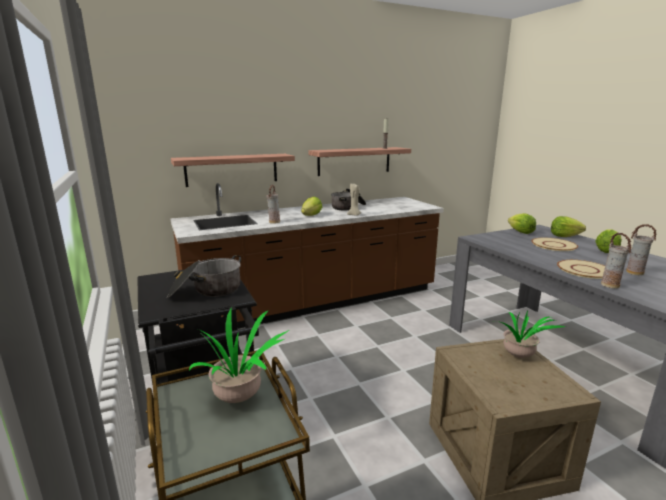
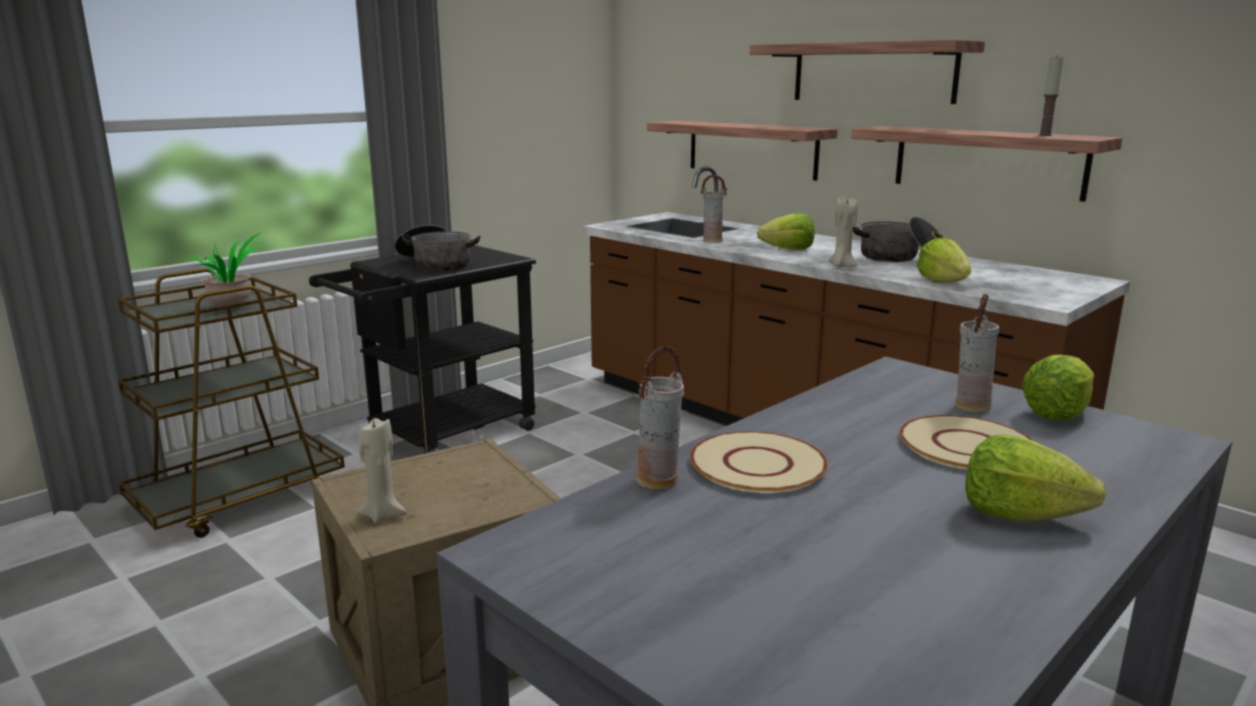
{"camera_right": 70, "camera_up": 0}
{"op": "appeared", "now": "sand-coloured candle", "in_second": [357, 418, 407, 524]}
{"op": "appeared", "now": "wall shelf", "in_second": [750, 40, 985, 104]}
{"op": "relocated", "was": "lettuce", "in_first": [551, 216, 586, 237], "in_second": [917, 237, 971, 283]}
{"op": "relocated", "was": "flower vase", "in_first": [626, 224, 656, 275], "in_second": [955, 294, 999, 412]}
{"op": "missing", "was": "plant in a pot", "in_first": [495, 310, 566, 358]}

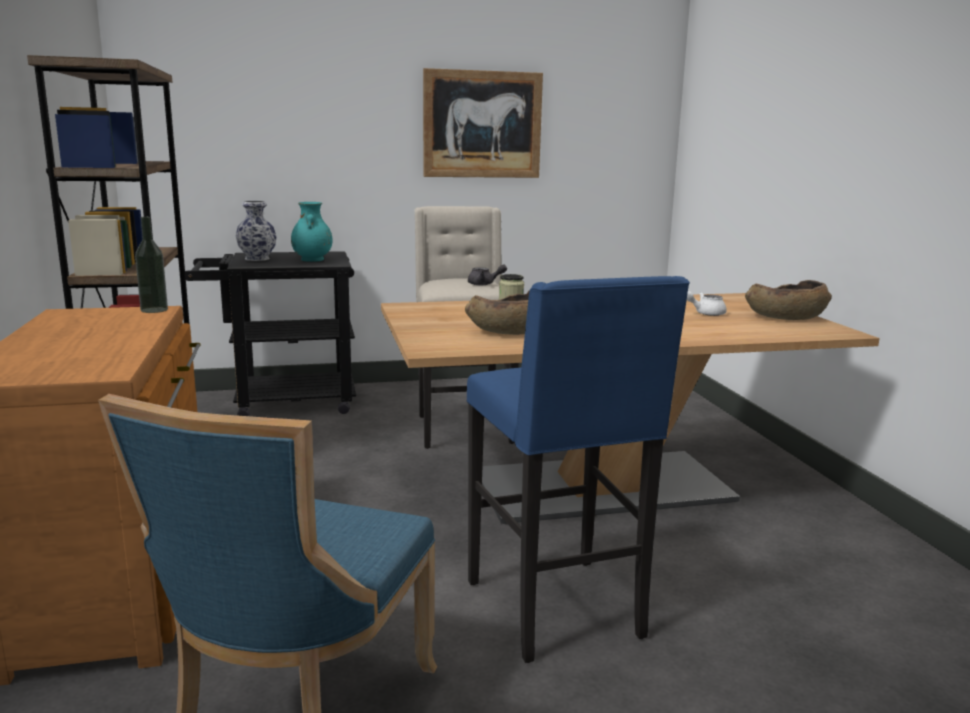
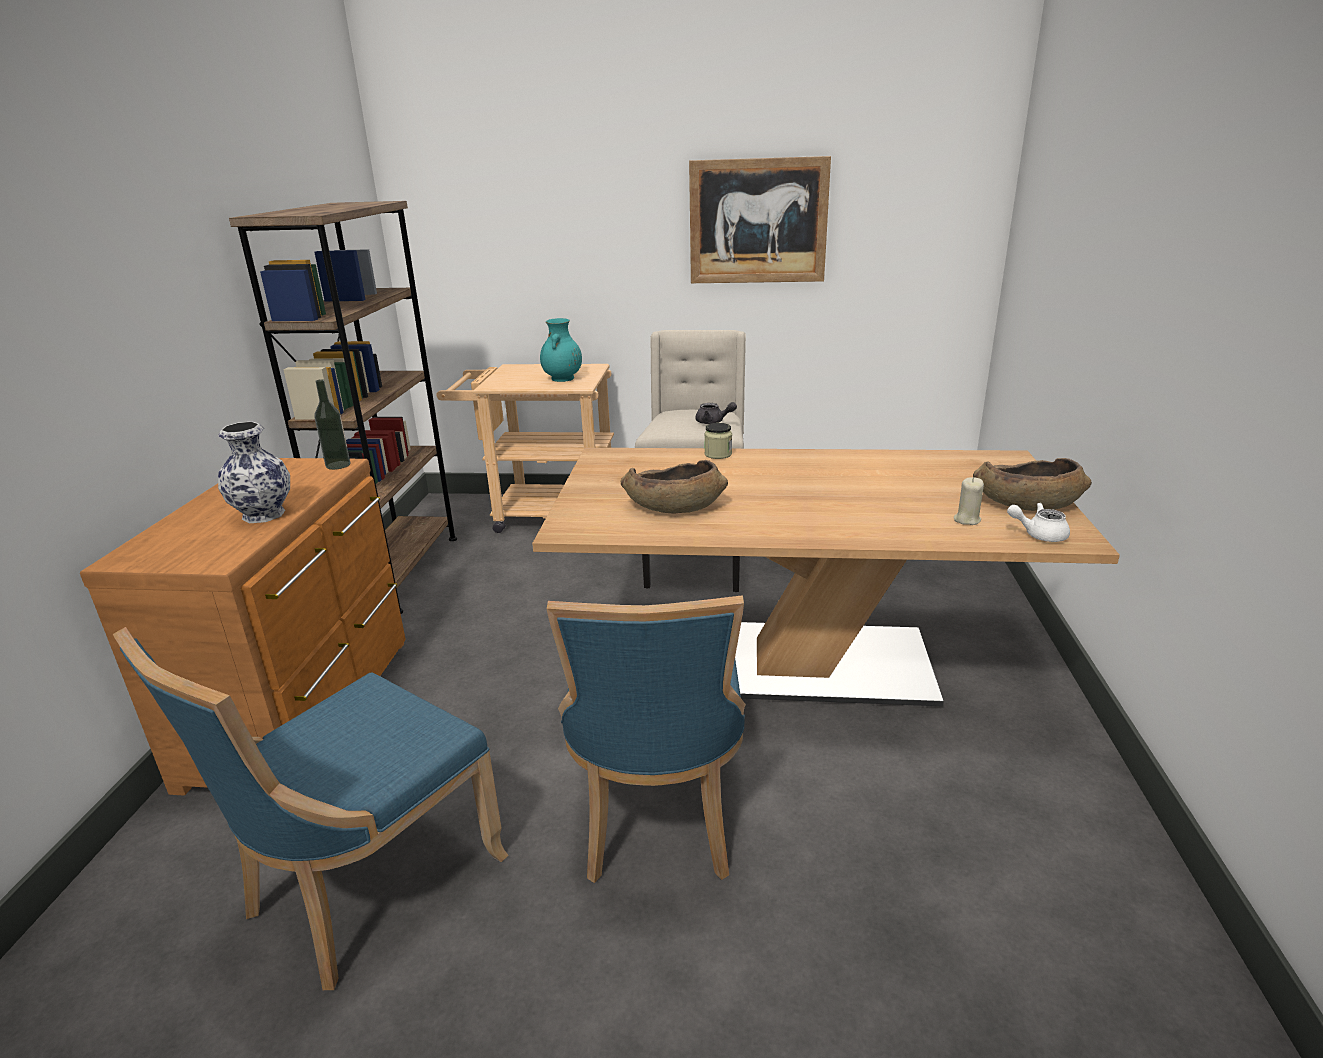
{"camera_right": 20, "camera_up": 10}
{"op": "relocated", "was": "flower vase", "in_first": [236, 201, 276, 261], "in_second": [218, 422, 290, 523]}
{"op": "colour", "was": "blackish wheeled cart", "now": "sand-coloured wheeled cart", "in_first": [185, 251, 356, 416], "in_second": [436, 364, 614, 533]}
{"op": "exchanged", "was": "blue-coloured stool seat", "now": "blue-coloured plain chair", "in_first": [467, 276, 690, 663], "in_second": [547, 595, 746, 883]}
{"op": "appeared", "now": "sand-coloured candle", "in_second": [954, 477, 984, 525]}
{"op": "relocated", "was": "white-coloured tea pot", "in_first": [687, 291, 727, 316], "in_second": [1007, 503, 1070, 542]}

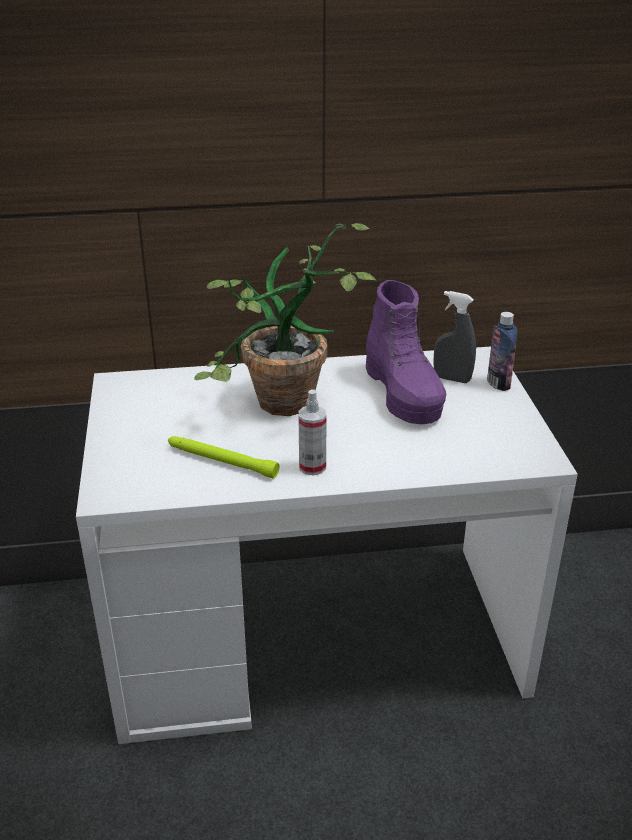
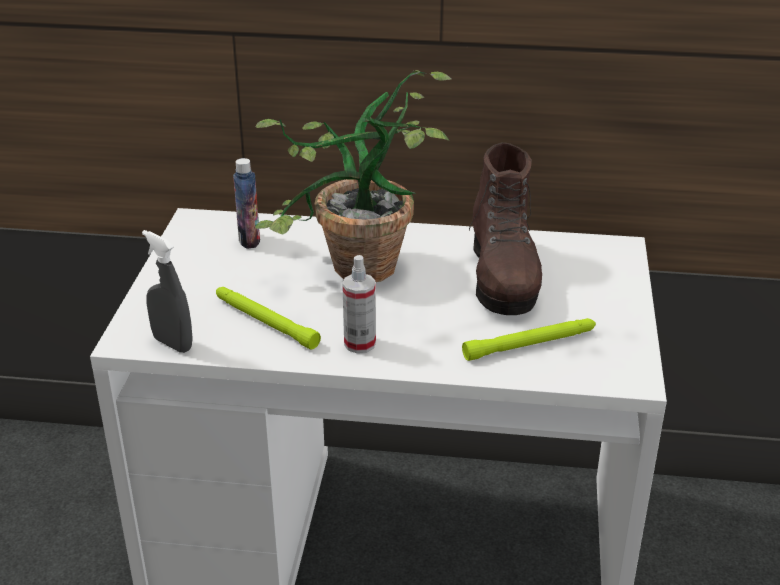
{"camera_right": 15, "camera_up": 0}
{"op": "relocated", "was": "gray spray bottle", "in_first": [433, 291, 476, 383], "in_second": [142, 230, 193, 353]}
{"op": "relocated", "was": "bottle", "in_first": [487, 312, 518, 391], "in_second": [233, 158, 260, 249]}
{"op": "appeared", "now": "greenish torch", "in_second": [462, 318, 596, 361]}
{"op": "colour", "was": "purple tall boot", "now": "brown tall boot", "in_first": [366, 280, 446, 424], "in_second": [469, 142, 542, 315]}

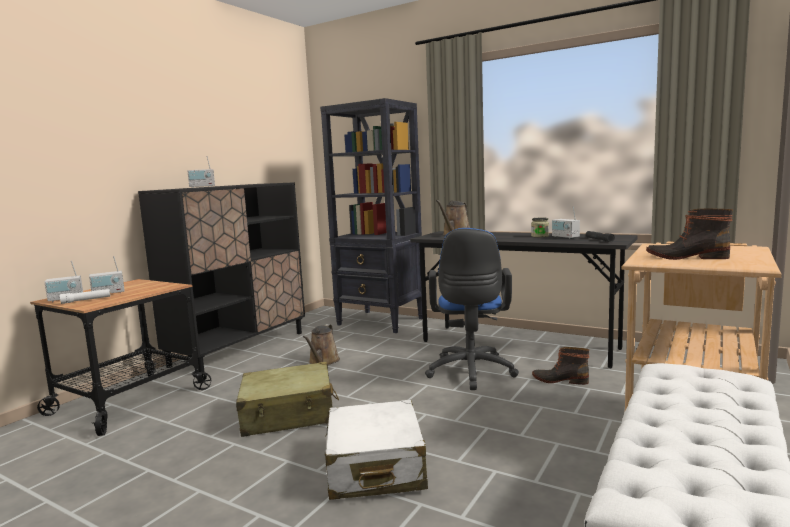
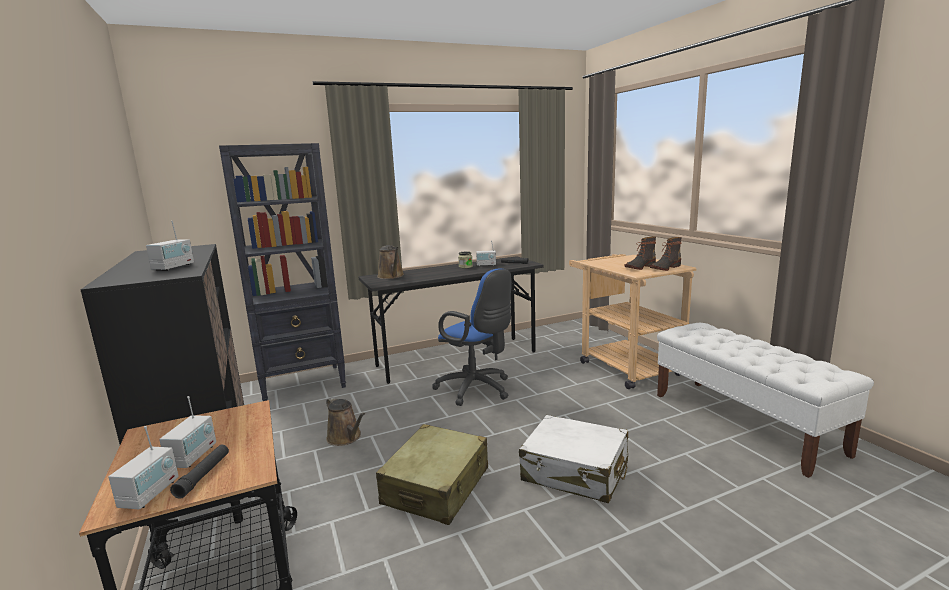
{"camera_right": -55, "camera_up": 5}
{"op": "colour", "was": "white-coloured torch", "now": "blackish torch", "in_first": [60, 289, 110, 304], "in_second": [170, 445, 229, 499]}
{"op": "relocated", "was": "tall boot", "in_first": [532, 347, 589, 385], "in_second": [650, 237, 682, 271]}

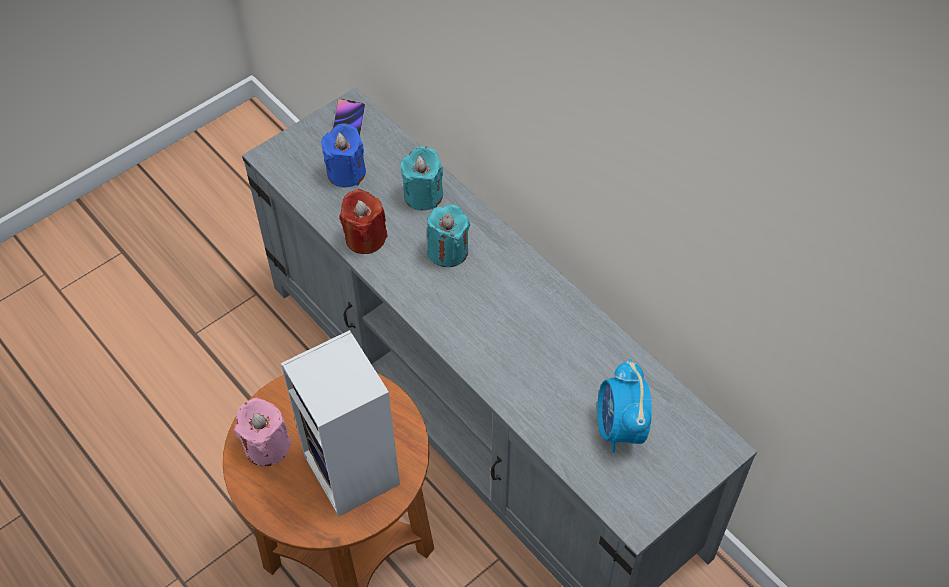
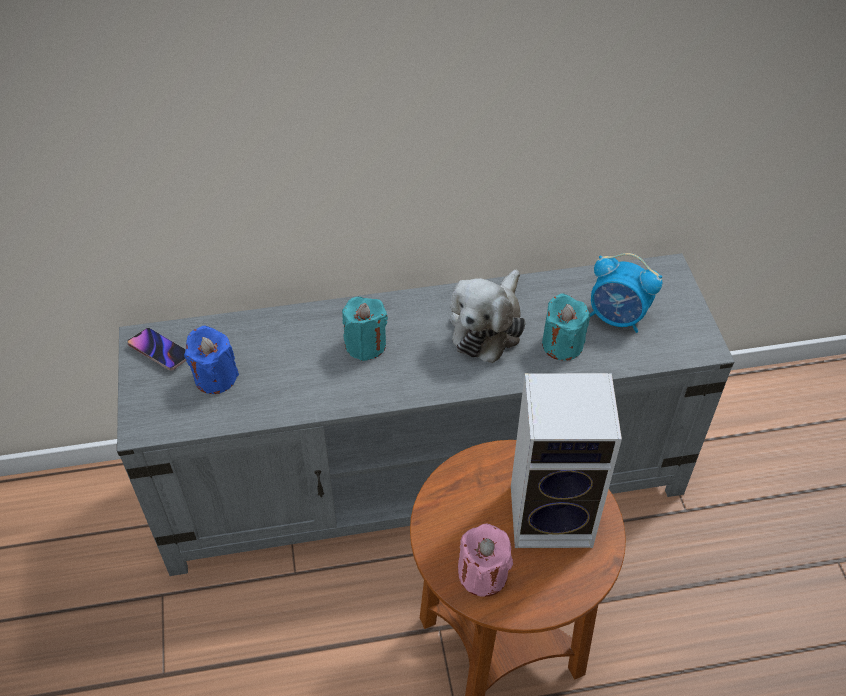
{"camera_right": -60, "camera_up": -5}
{"op": "appeared", "now": "plush toy", "in_second": [450, 270, 525, 363]}
{"op": "relocated", "was": "turquoise-coloured candle", "in_first": [400, 146, 443, 211], "in_second": [542, 293, 590, 361]}
{"op": "missing", "was": "reddish candle", "in_first": [339, 189, 388, 254]}

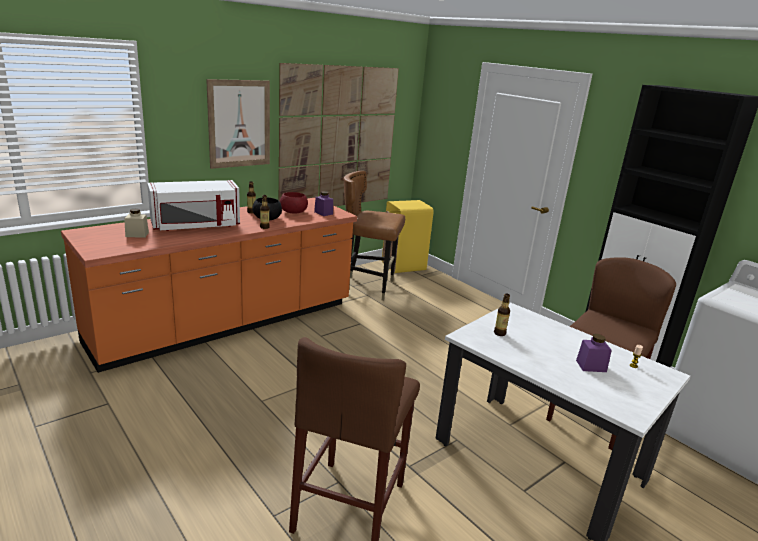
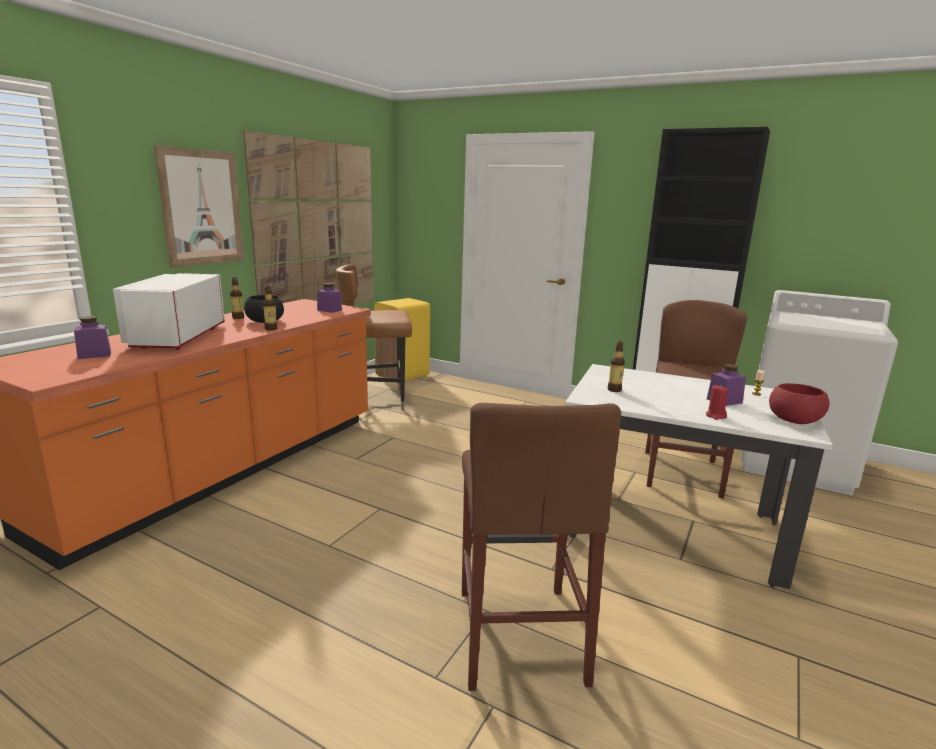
{"camera_right": -20, "camera_up": -5}
{"op": "colour", "was": "sand-coloured storage jar", "now": "purple storage jar", "in_first": [124, 208, 149, 238], "in_second": [74, 316, 111, 359]}
{"op": "spun", "was": "white-coloured kitchen microwave", "in_first": [147, 180, 240, 231], "in_second": [113, 273, 225, 350], "clockwise": 135}
{"op": "appeared", "now": "reddish candle", "in_second": [706, 385, 729, 420]}
{"op": "relocated", "was": "reddish bowl", "in_first": [280, 192, 308, 214], "in_second": [769, 383, 830, 424]}

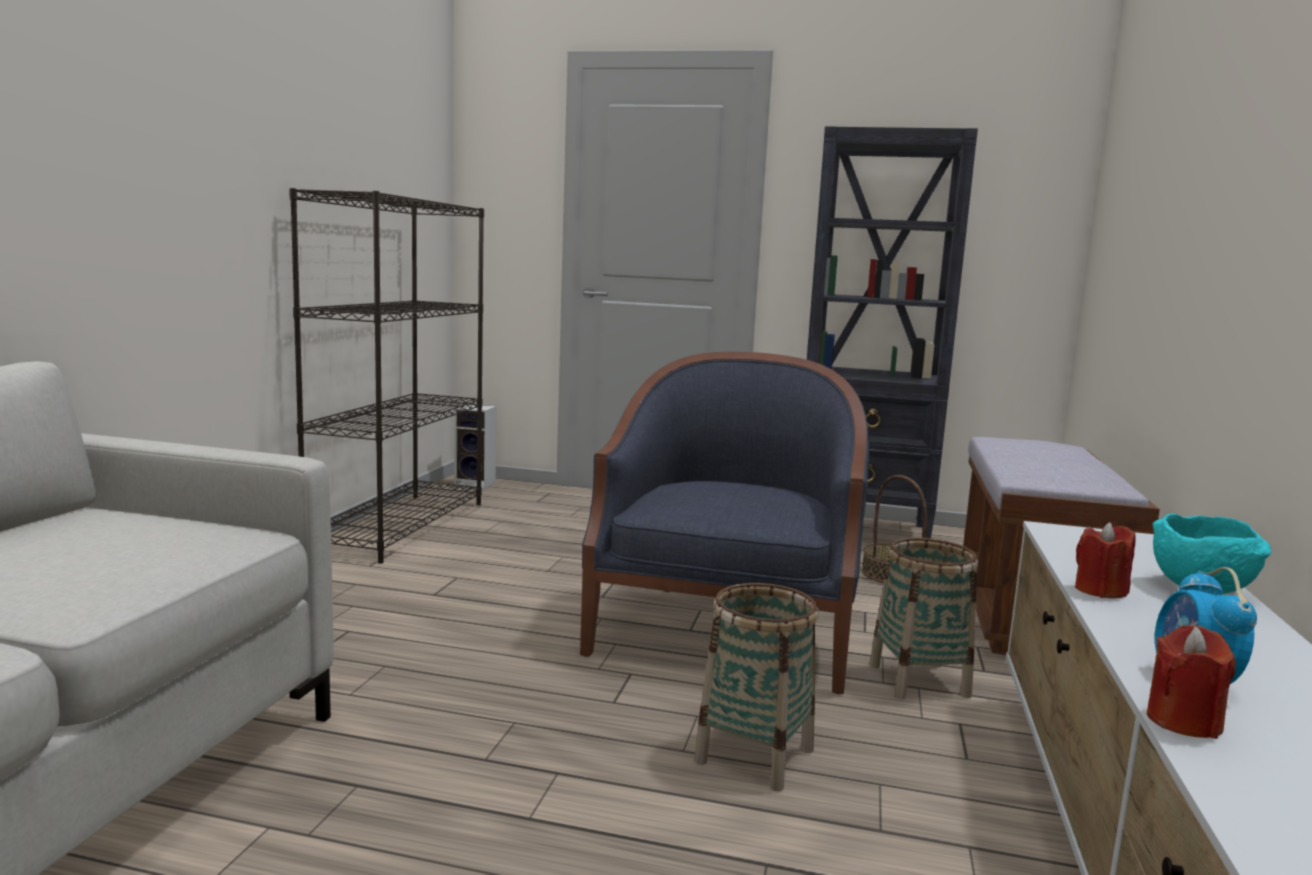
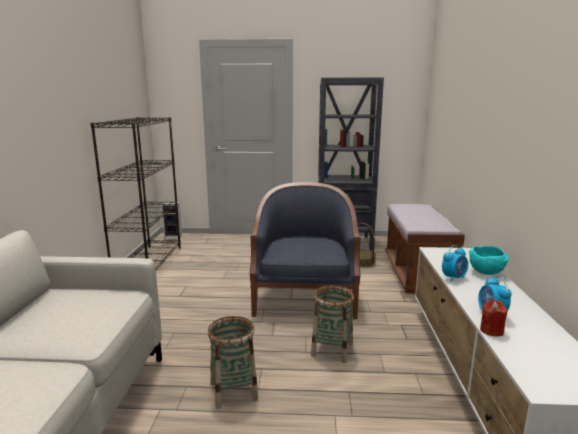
{"camera_right": -10, "camera_up": 5}
{"op": "relocated", "was": "basket", "in_first": [869, 538, 978, 699], "in_second": [208, 316, 258, 409]}
{"op": "exchanged", "was": "reddish candle", "now": "table clock", "in_first": [1075, 522, 1136, 598], "in_second": [442, 245, 468, 282]}

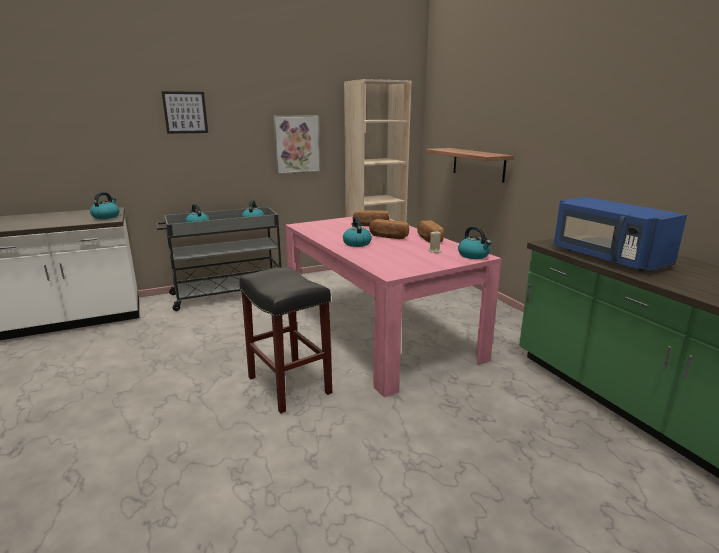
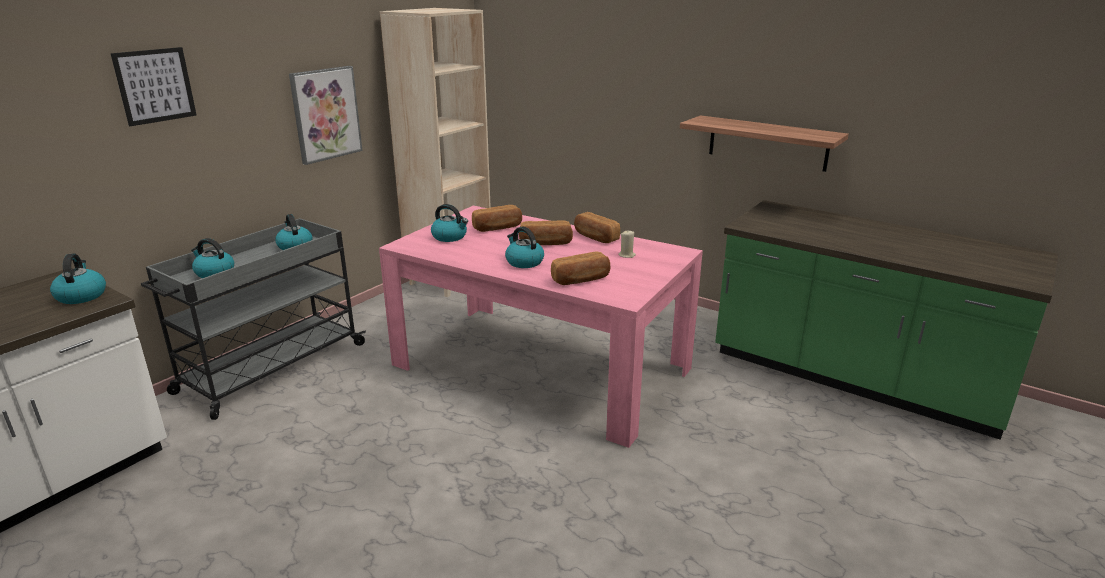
{"camera_right": -30, "camera_up": 5}
{"op": "relocated", "was": "water kettle", "in_first": [458, 226, 492, 259], "in_second": [431, 204, 468, 242]}
{"op": "appeared", "now": "bread", "in_second": [551, 252, 610, 285]}
{"op": "relocated", "was": "wall shelf", "in_first": [426, 148, 514, 183], "in_second": [680, 115, 849, 172]}
{"op": "missing", "was": "blackish stool seat", "in_first": [239, 267, 332, 413]}
{"op": "missing", "was": "blue-coloured kitchen microwave", "in_first": [554, 197, 687, 272]}

